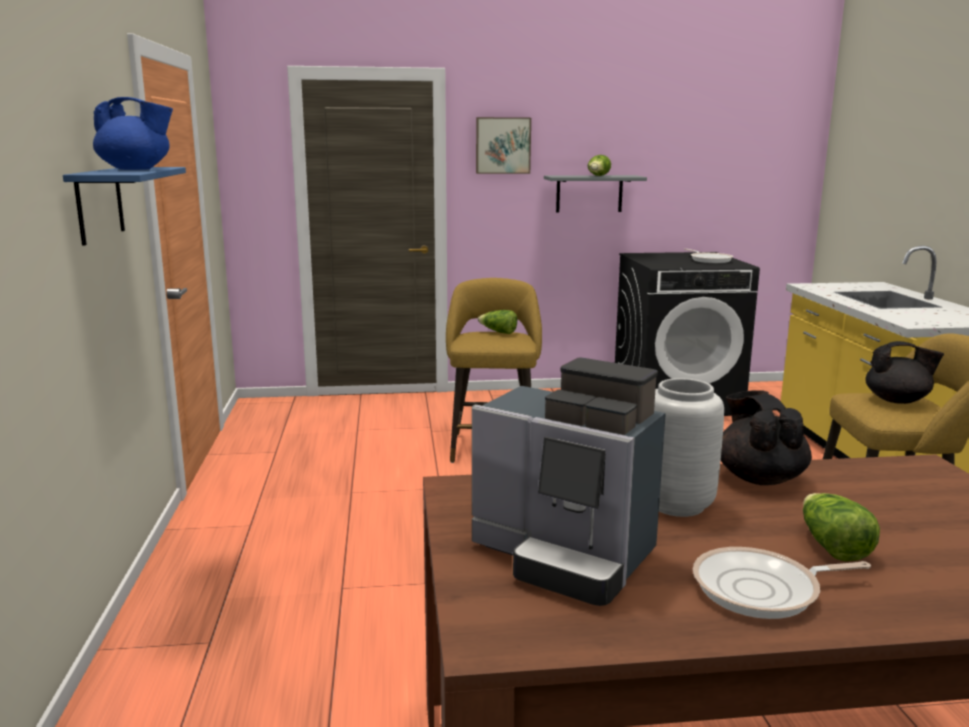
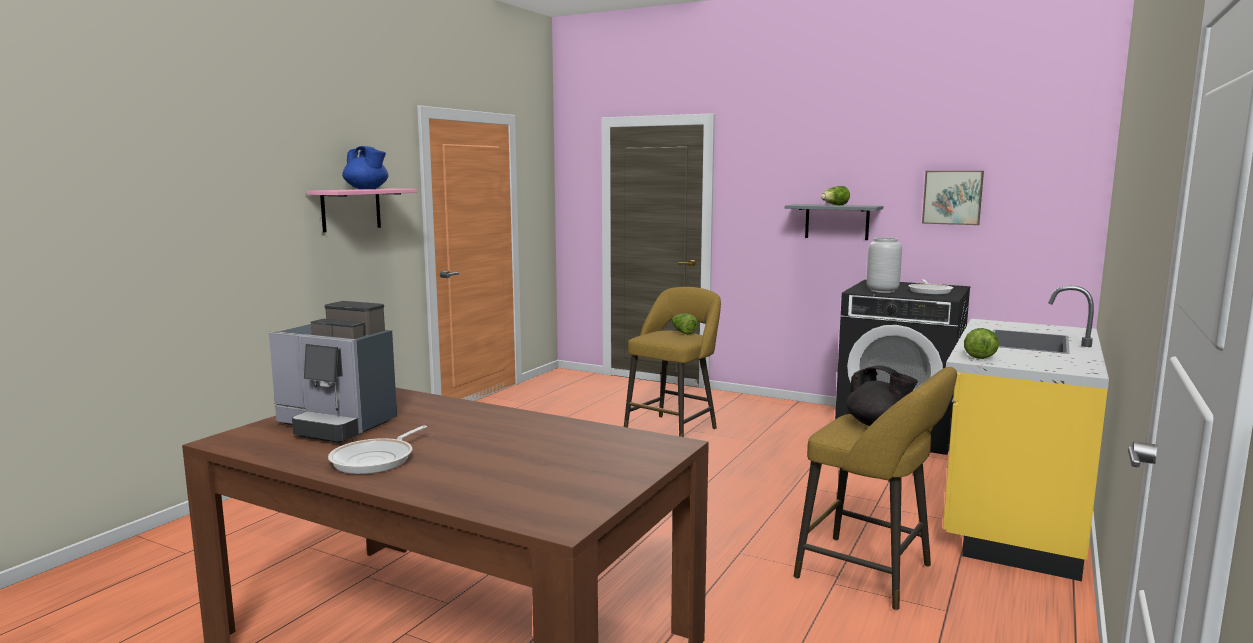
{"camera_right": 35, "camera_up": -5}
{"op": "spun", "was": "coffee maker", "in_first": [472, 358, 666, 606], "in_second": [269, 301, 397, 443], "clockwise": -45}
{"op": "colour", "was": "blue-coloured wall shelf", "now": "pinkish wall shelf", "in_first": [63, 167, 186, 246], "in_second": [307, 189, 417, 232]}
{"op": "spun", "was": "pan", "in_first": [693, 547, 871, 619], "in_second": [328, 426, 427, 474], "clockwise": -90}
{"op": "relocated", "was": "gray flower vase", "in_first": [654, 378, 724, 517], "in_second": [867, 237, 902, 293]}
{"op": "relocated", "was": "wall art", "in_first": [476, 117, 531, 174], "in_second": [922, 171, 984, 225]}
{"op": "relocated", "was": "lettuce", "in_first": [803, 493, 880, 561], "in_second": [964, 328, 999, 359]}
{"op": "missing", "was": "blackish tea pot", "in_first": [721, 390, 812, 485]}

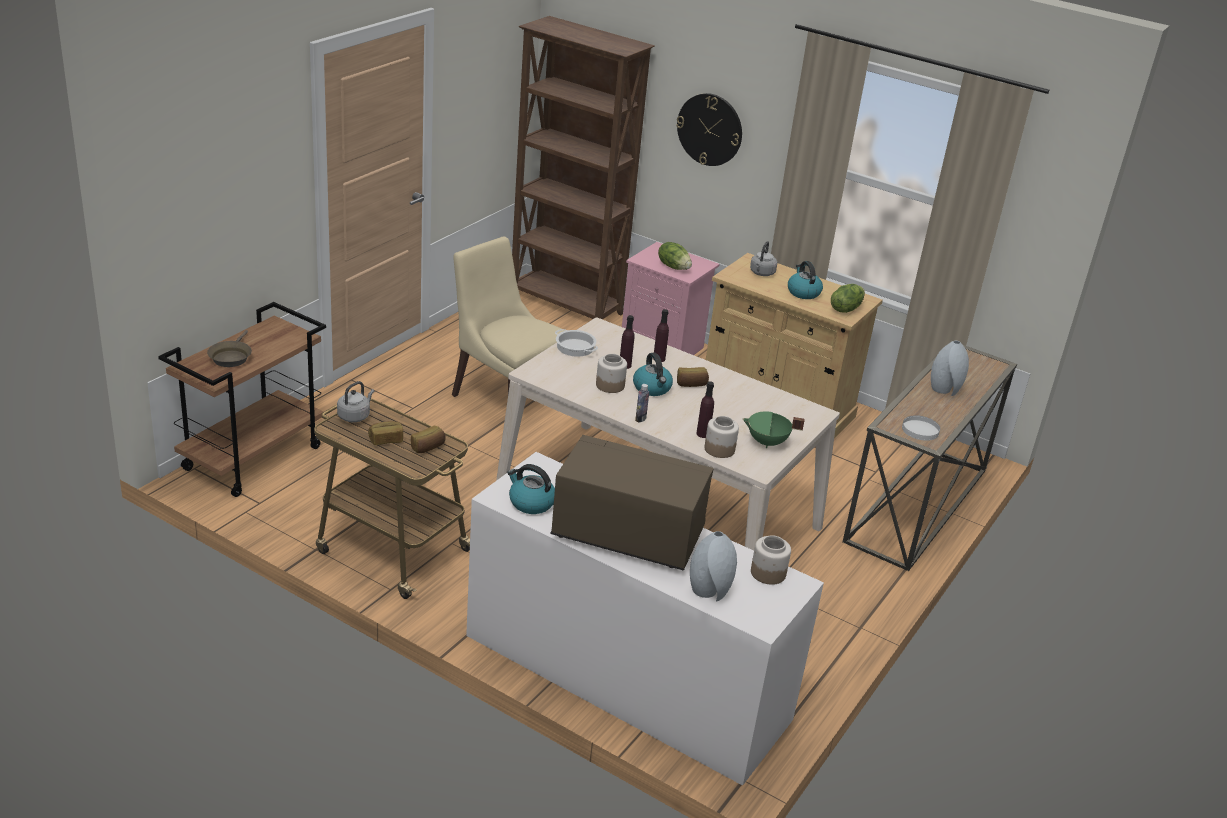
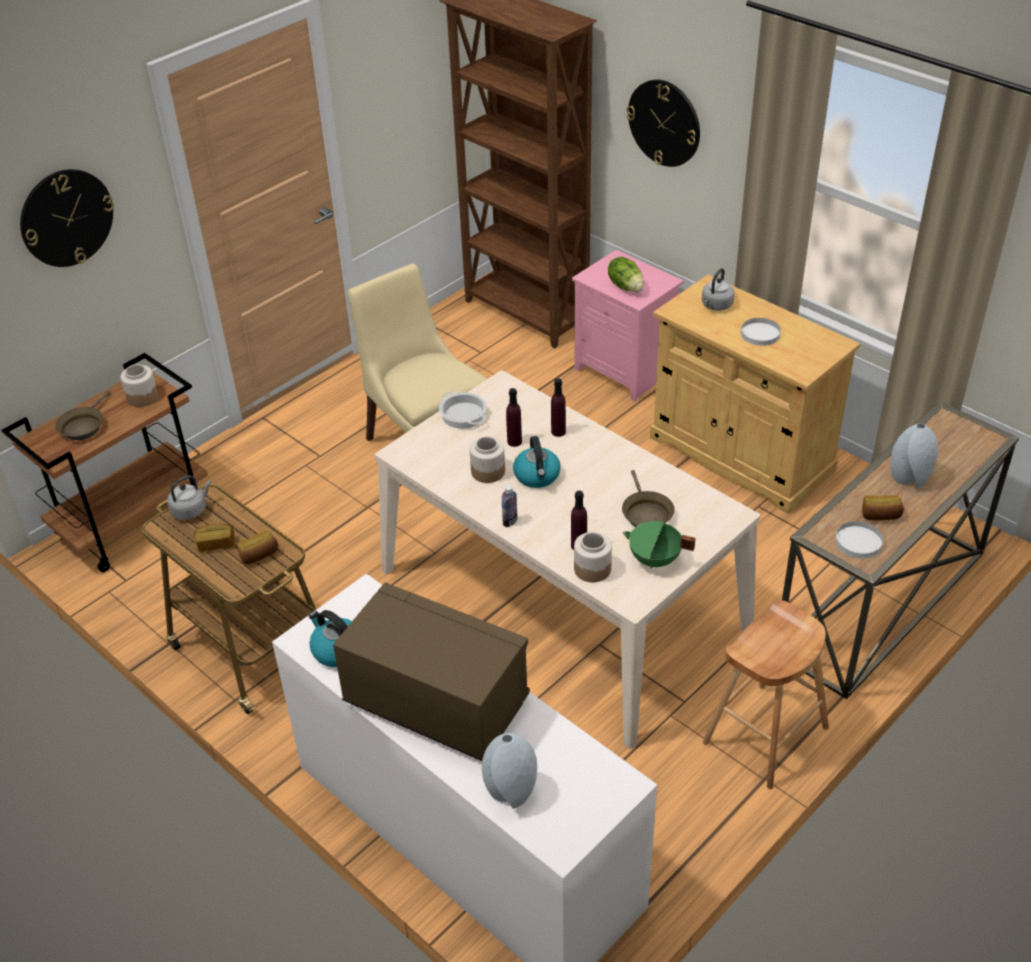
{"camera_right": 15, "camera_up": 10}
{"op": "appeared", "now": "clock on the wall", "in_second": [20, 169, 114, 267]}
{"op": "relocated", "was": "storage jar", "in_first": [751, 535, 791, 585], "in_second": [120, 364, 158, 407]}
{"op": "appeared", "now": "brown pan", "in_second": [622, 470, 675, 527]}
{"op": "appeared", "now": "brown stool seat", "in_second": [703, 600, 829, 789]}
{"op": "exchanged", "was": "water kettle", "now": "white-coloured flat dish", "in_first": [788, 261, 823, 299], "in_second": [741, 318, 781, 346]}
{"op": "relocated", "was": "bread", "in_first": [677, 367, 709, 387], "in_second": [862, 495, 904, 520]}
{"op": "missing", "was": "lettuce", "in_first": [831, 284, 865, 313]}

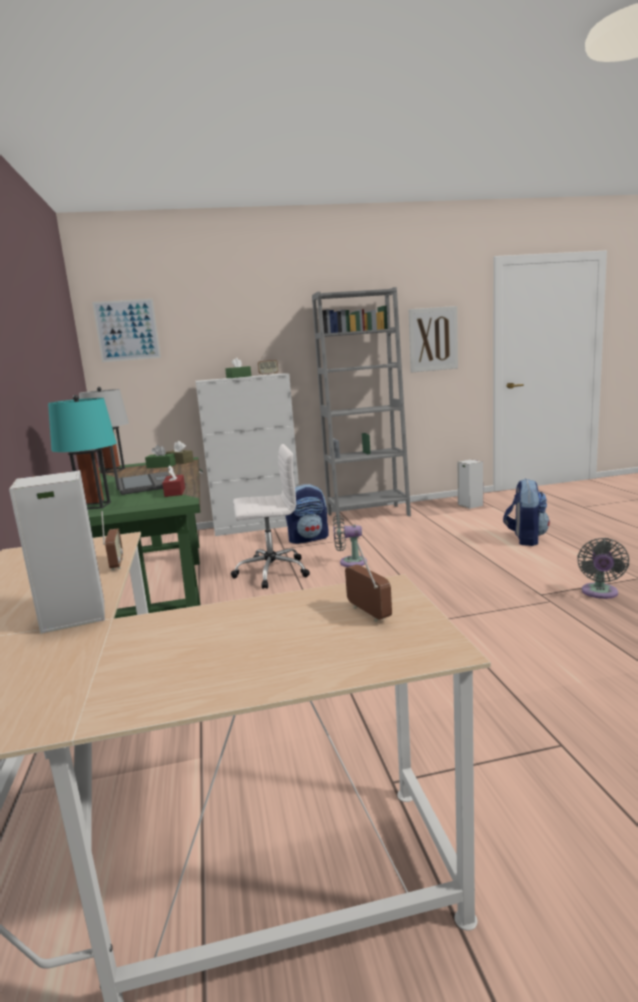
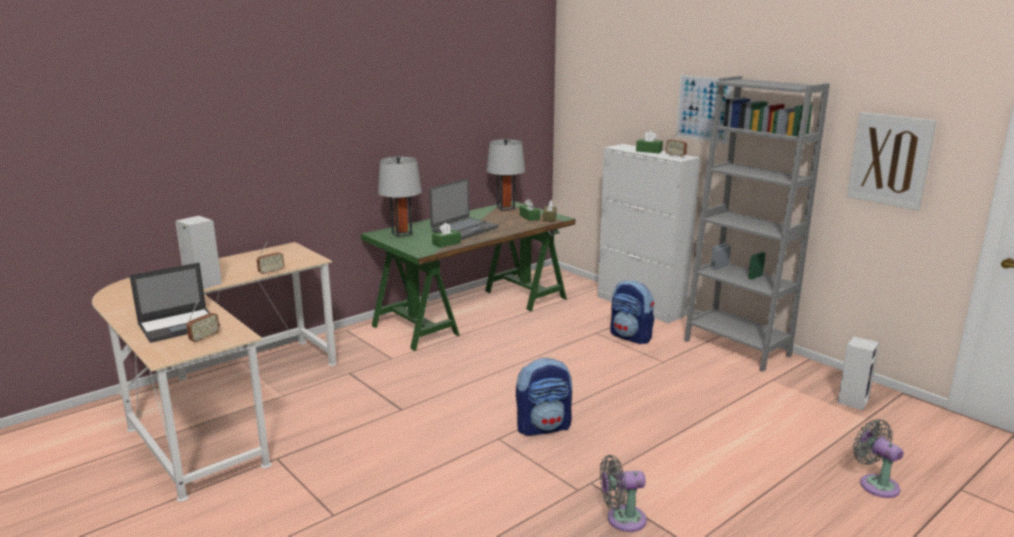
{"camera_right": 60, "camera_up": 5}
{"op": "appeared", "now": "portable computer", "in_second": [129, 263, 220, 343]}
{"op": "colour", "was": "turquoise-coloured tabletop lamp", "now": "gray tabletop lamp", "in_first": [48, 395, 117, 509], "in_second": [378, 156, 422, 237]}
{"op": "colour", "was": "reddish tissue box", "now": "greenish tissue box", "in_first": [162, 465, 185, 497], "in_second": [432, 223, 461, 248]}
{"op": "relocated", "was": "knapsack", "in_first": [503, 479, 550, 546], "in_second": [516, 358, 572, 436]}
{"op": "relocated", "was": "wall art", "in_first": [92, 299, 161, 362], "in_second": [676, 75, 733, 144]}
{"op": "relocated", "was": "gray electric fan", "in_first": [333, 515, 367, 567], "in_second": [853, 419, 904, 498]}
{"op": "missing", "was": "white-coloured desk chair", "in_first": [231, 444, 310, 589]}

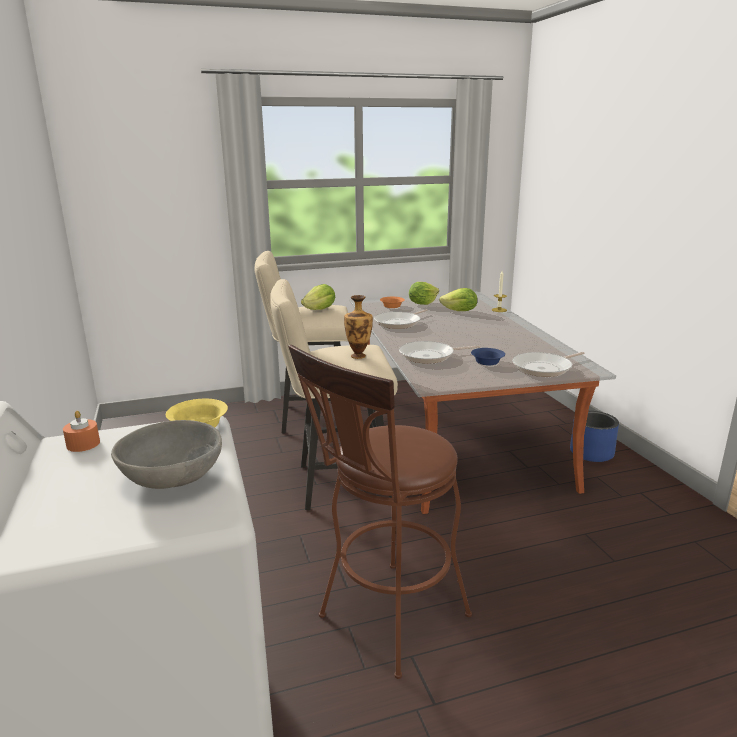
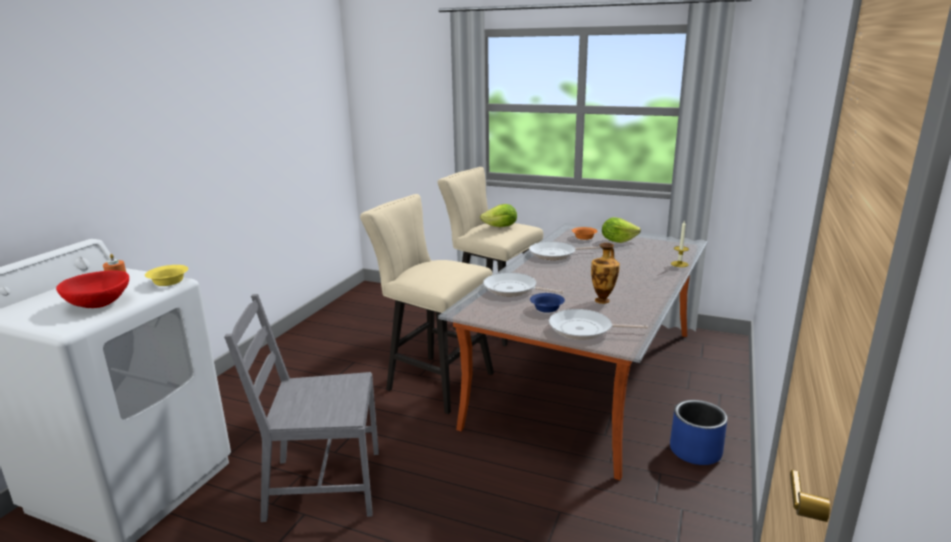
{"camera_right": 40, "camera_up": 0}
{"op": "colour", "was": "gray bowl", "now": "reddish bowl", "in_first": [111, 420, 222, 489], "in_second": [56, 270, 129, 308]}
{"op": "exchanged", "was": "brown stool seat", "now": "gray plain chair", "in_first": [288, 345, 472, 679], "in_second": [224, 294, 379, 522]}
{"op": "relocated", "was": "flower vase", "in_first": [344, 295, 373, 359], "in_second": [591, 243, 620, 304]}
{"op": "missing", "was": "lettuce", "in_first": [439, 288, 478, 311]}

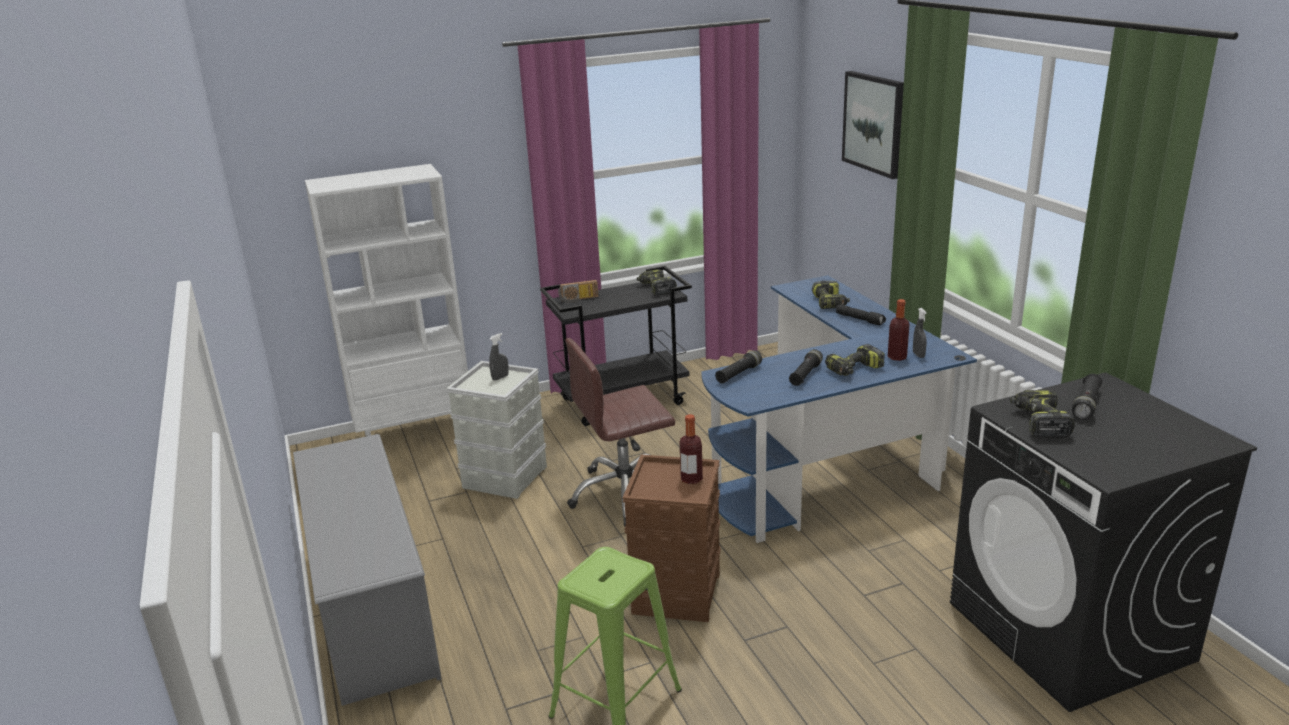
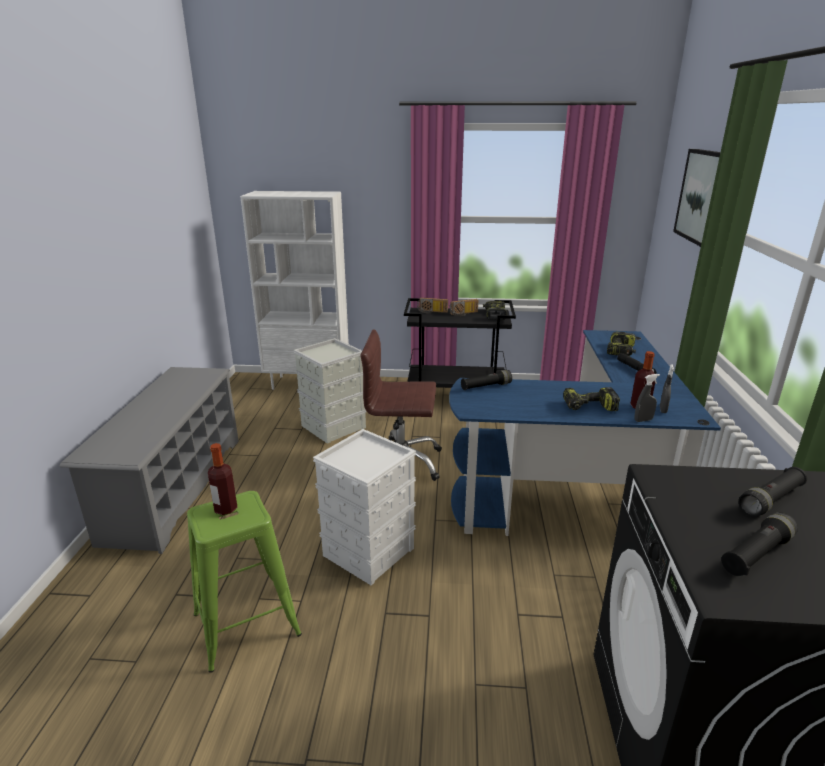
{"camera_right": 25, "camera_up": 0}
{"op": "relocated", "was": "bottle", "in_first": [679, 414, 703, 484], "in_second": [208, 443, 237, 515]}
{"op": "colour", "was": "brown storage box", "now": "white-coloured storage box", "in_first": [623, 455, 721, 622], "in_second": [313, 429, 416, 585]}
{"op": "appeared", "now": "radio", "in_second": [450, 299, 478, 316]}
{"op": "relocated", "was": "gray spray bottle", "in_first": [489, 333, 509, 381], "in_second": [635, 374, 660, 422]}
{"op": "relocated", "was": "blackish torch", "in_first": [789, 349, 823, 386], "in_second": [721, 512, 798, 576]}
{"op": "missing", "was": "drill", "in_first": [1010, 390, 1075, 438]}

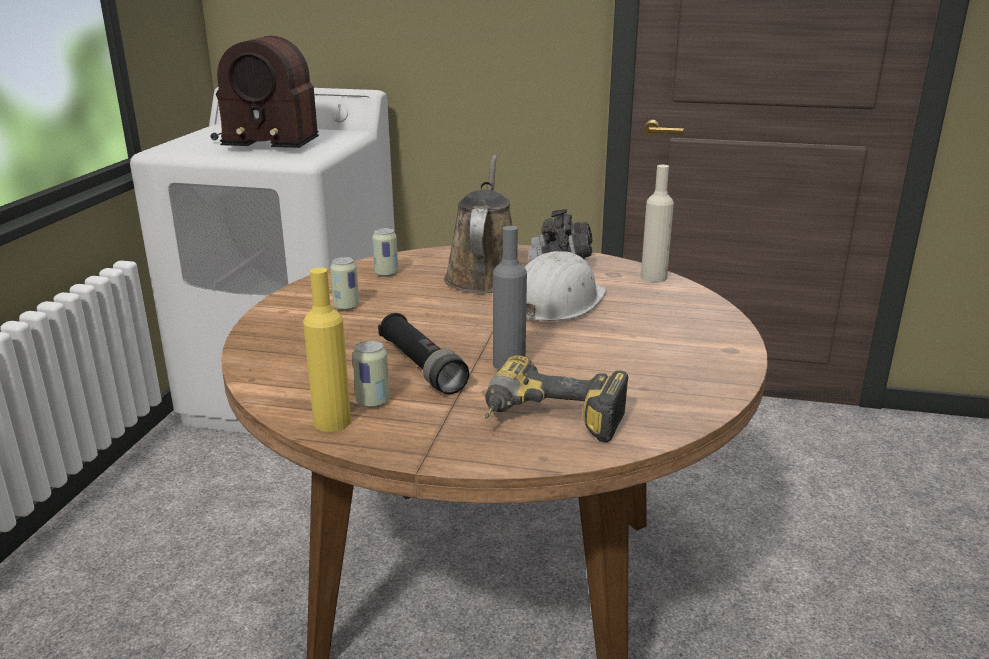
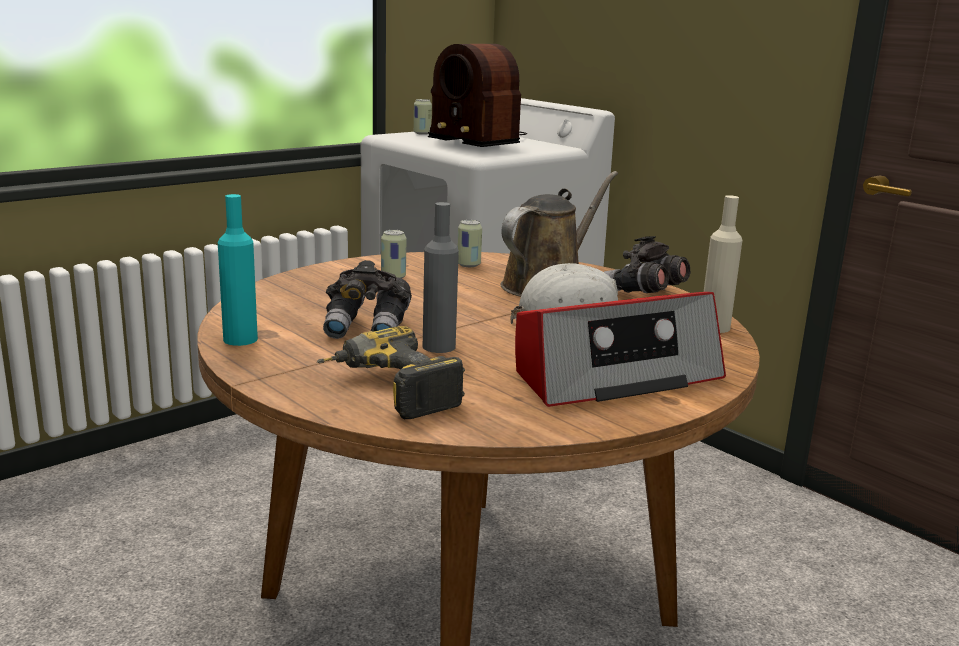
{"camera_right": 35, "camera_up": -5}
{"op": "colour", "was": "yellowish bottle", "now": "turquoise-coloured bottle", "in_first": [303, 268, 351, 432], "in_second": [218, 194, 258, 346]}
{"op": "exchanged", "was": "blackish torch", "now": "gray field glasses", "in_first": [378, 313, 469, 394], "in_second": [323, 260, 412, 339]}
{"op": "relocated", "was": "metal can", "in_first": [352, 341, 390, 408], "in_second": [414, 99, 432, 135]}
{"op": "appeared", "now": "radio", "in_second": [515, 292, 726, 407]}

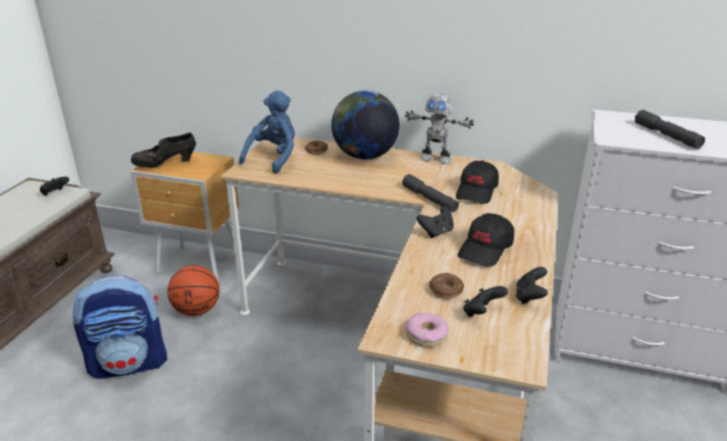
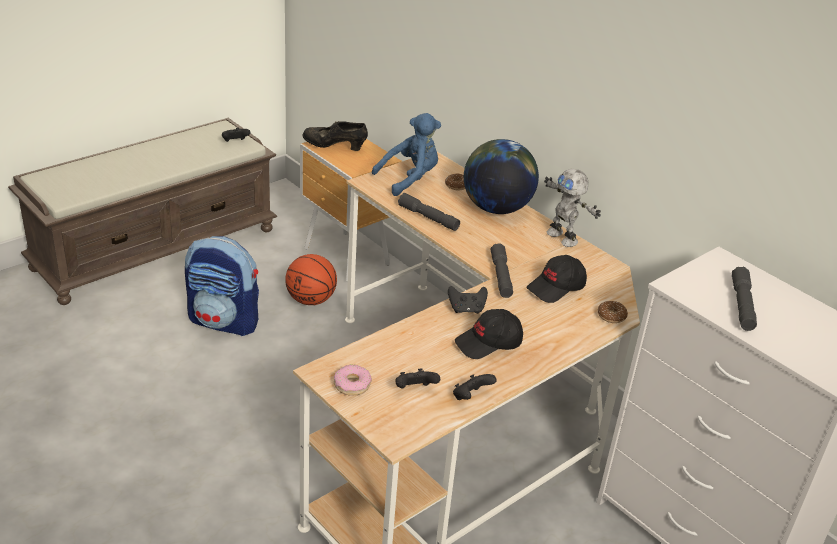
{"camera_right": 30, "camera_up": 5}
{"op": "appeared", "now": "gray torch", "in_second": [398, 193, 460, 231]}
{"op": "relocated", "was": "doughnut", "in_first": [429, 273, 464, 299], "in_second": [598, 301, 628, 323]}

